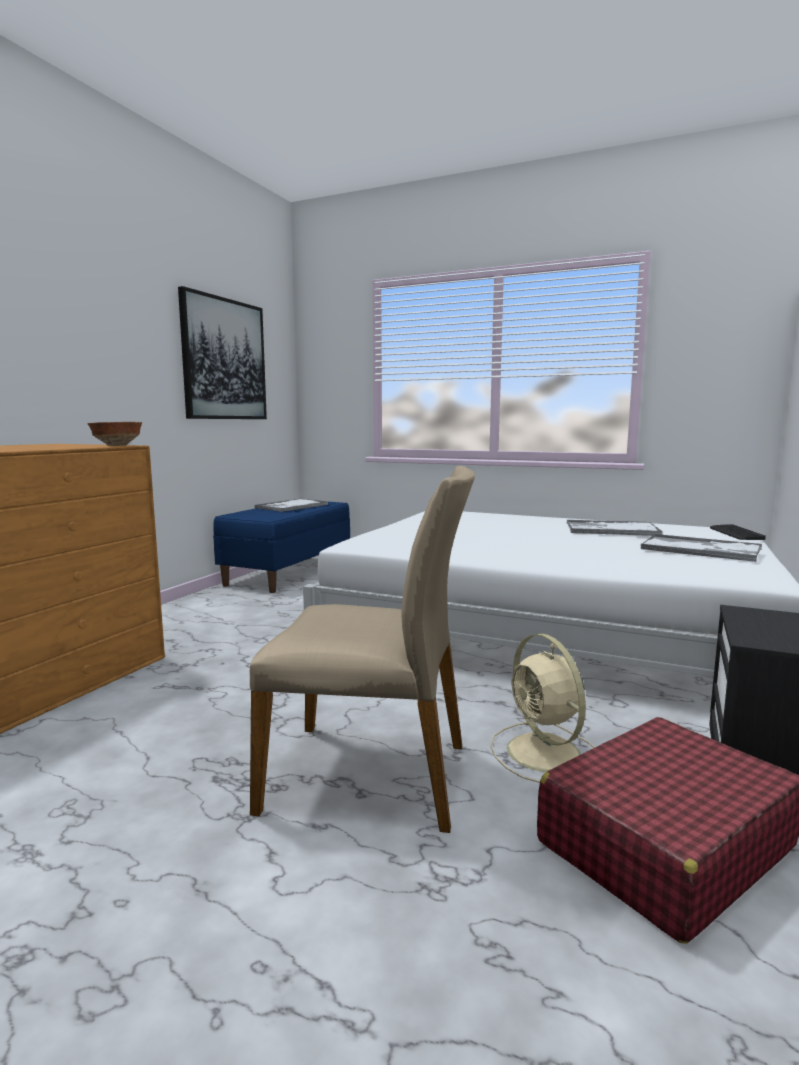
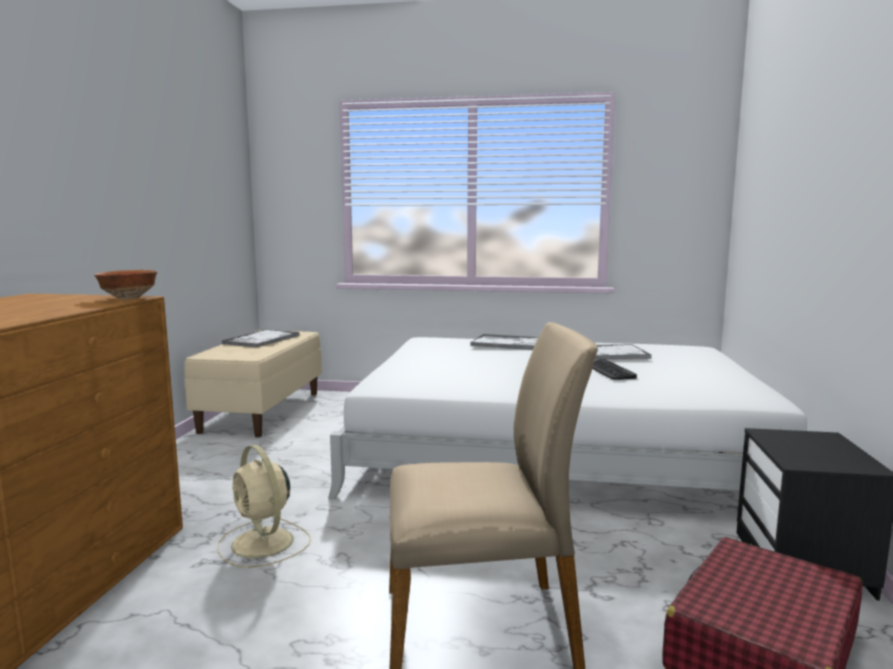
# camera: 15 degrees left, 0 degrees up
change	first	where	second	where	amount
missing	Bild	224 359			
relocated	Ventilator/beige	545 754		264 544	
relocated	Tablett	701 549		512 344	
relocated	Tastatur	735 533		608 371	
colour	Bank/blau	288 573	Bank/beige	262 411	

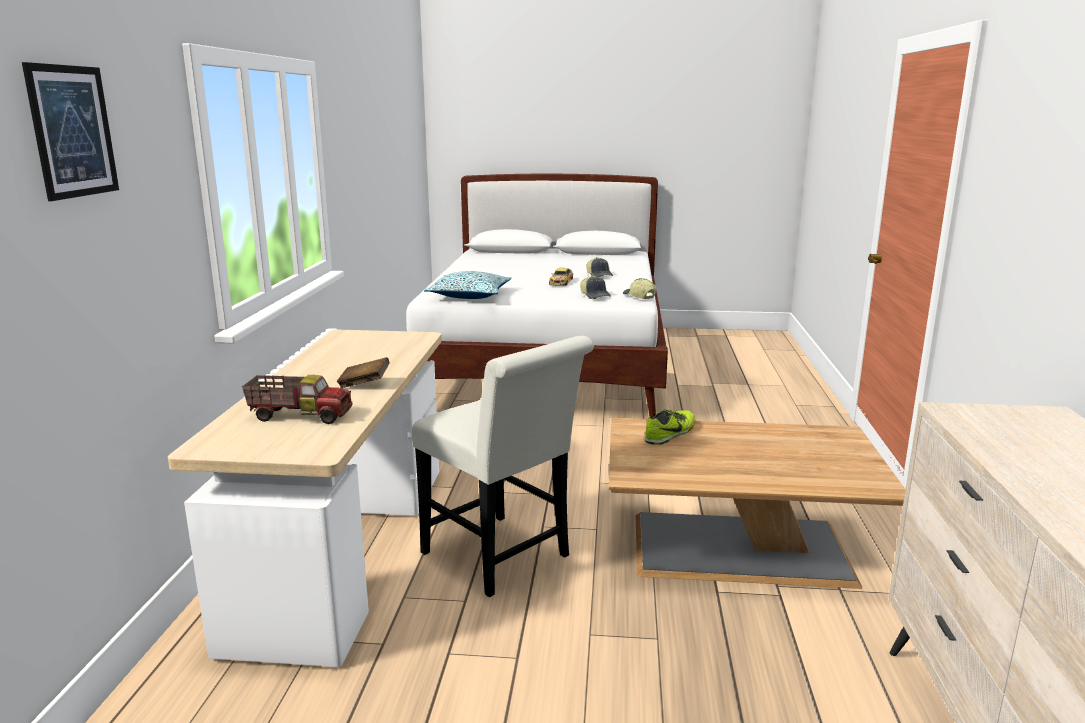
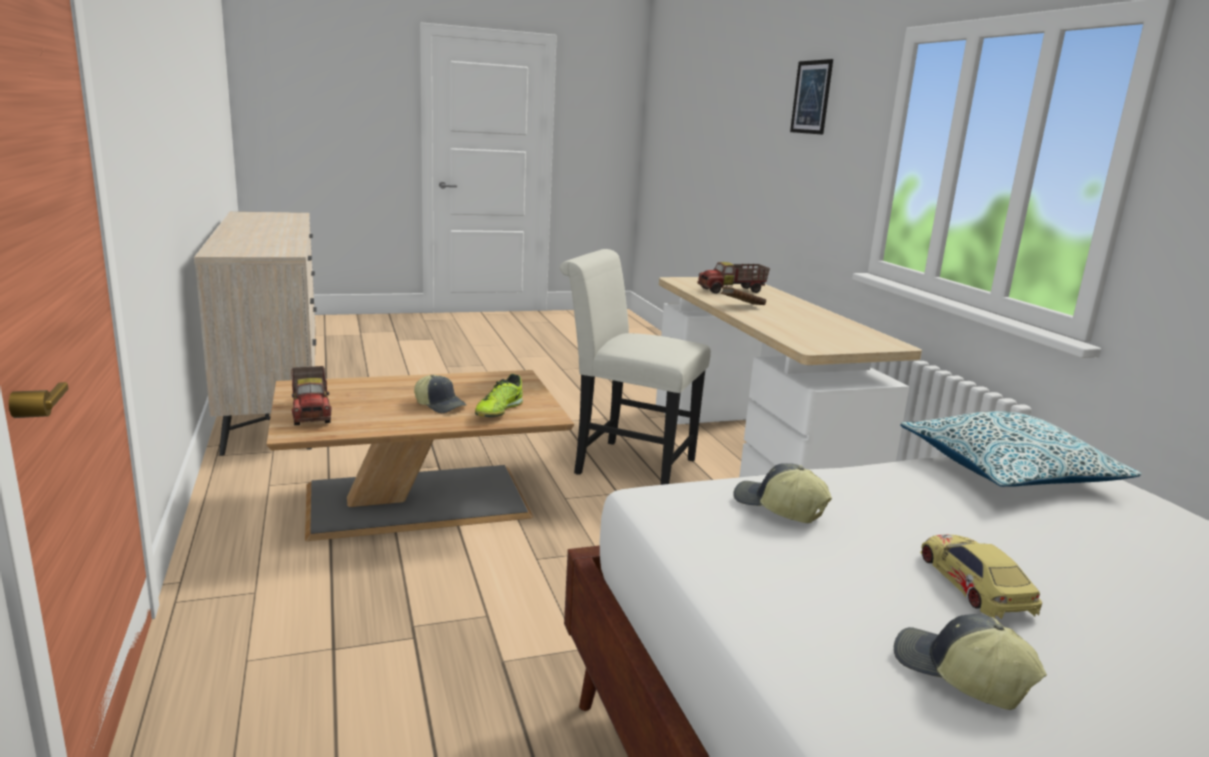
# camera: 155 degrees right, 0 degrees up
change	first	where	second	where	amount
appeared			Spielzeuglaster	312 411	
relocated	Kappe	638 296		440 405	

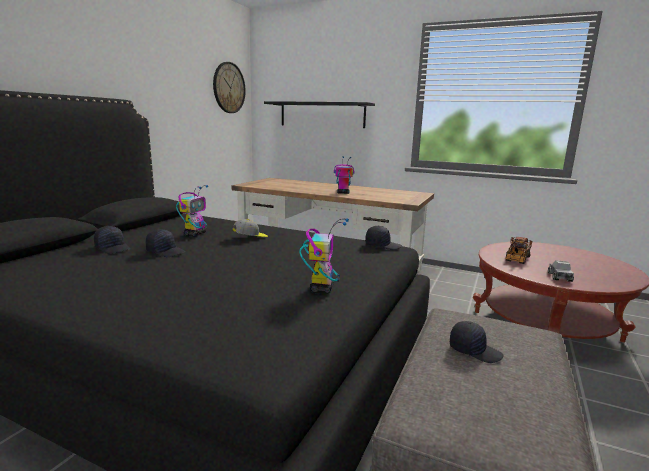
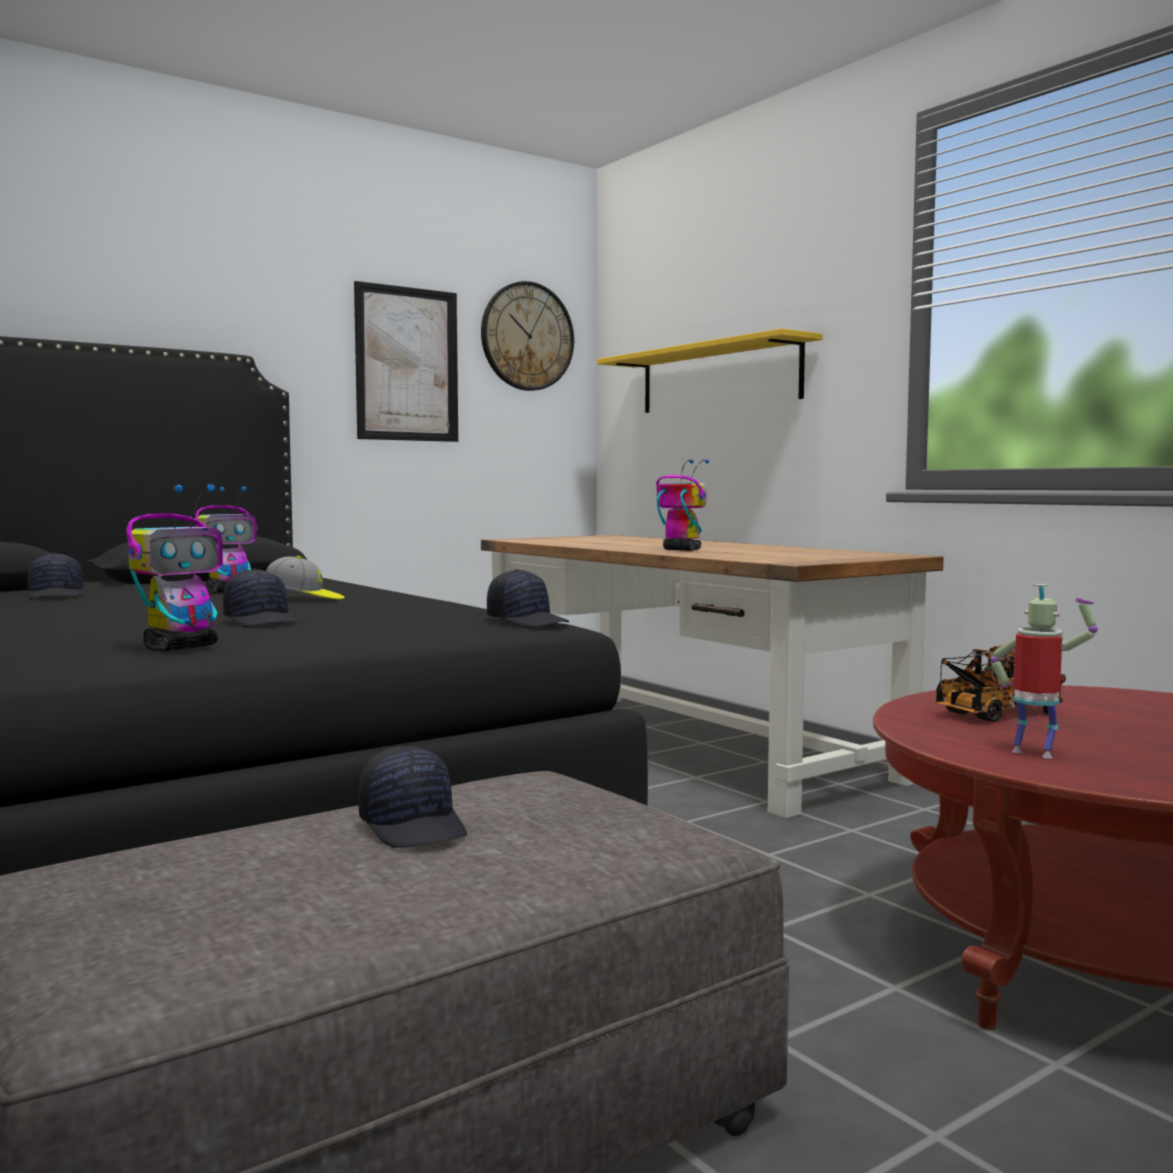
# camera: 30 degrees right, 10 degrees down
change	first	where	second	where	amount
appeared			Bild	407 364	
relocated	Kappe/schwarz	166 251		262 621	
exchanged	Spielzeuglaster	559 277	Spielzeugroboter	1035 753	
colour	Wandregal/schwarz	322 114	Wandregal/gelb	718 377	

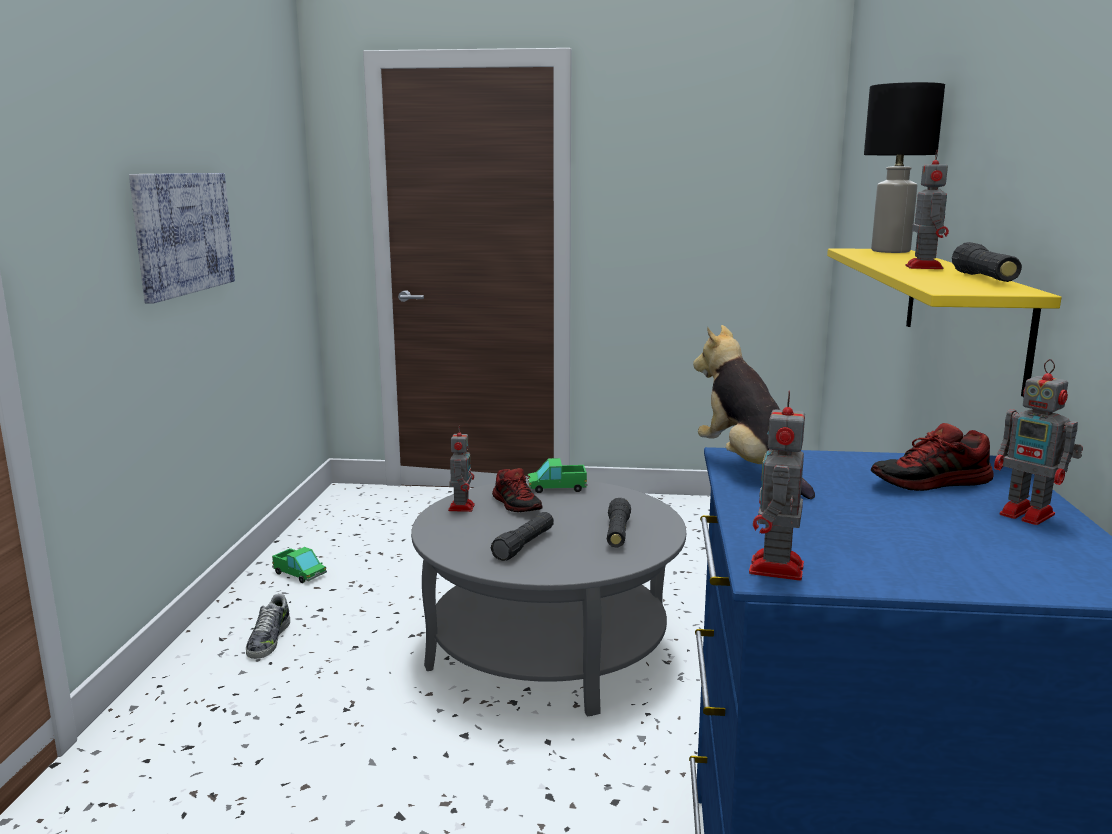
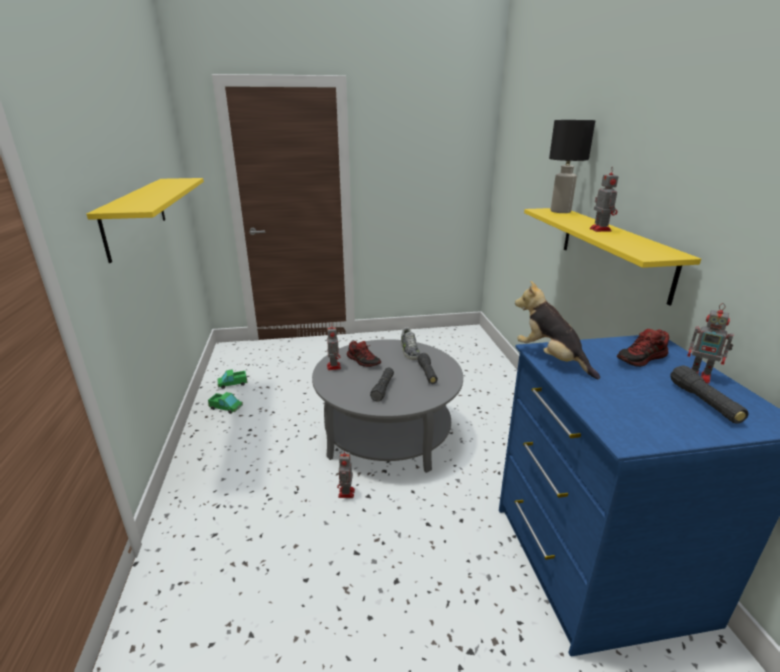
# camera: 15 degrees left, 10 degrees up
change	first	where	second	where	amount
relocated	Schuh	268 639		409 351	
relocated	Spielzeuglaster	557 487		232 383	
relocated	Spielzeugroboter	776 569		346 494	
relocated	Taschenlampe/schwarz	984 279		704 402	
exchanged	Bild	183 233	Wandregal/gelb	135 215	

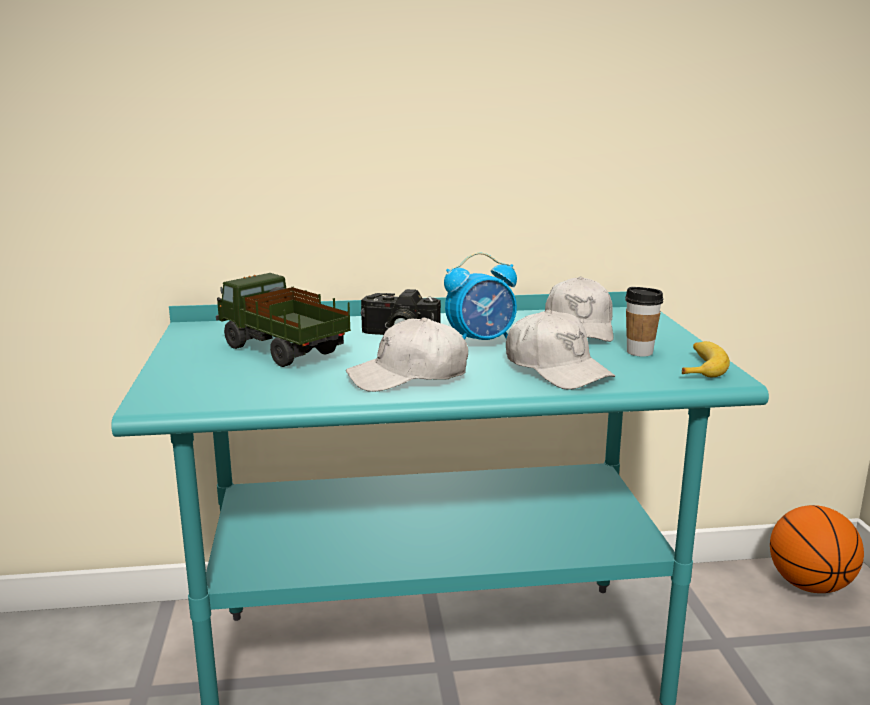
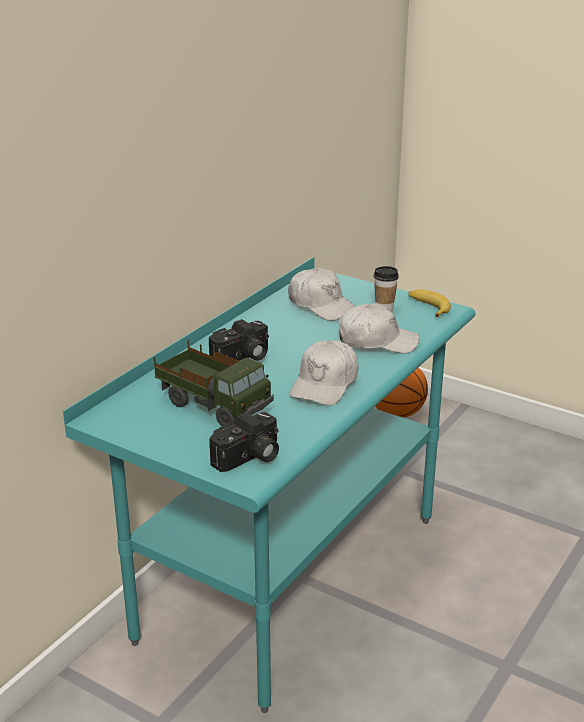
# camera: 50 degrees left, 10 degrees up
change	first	where	second	where	amount
missing	Wecker	481 342			
appeared			Kamera	249 458	
spun	Spielzeuglaster	282 352		214 406	135 degrees counterclockwise

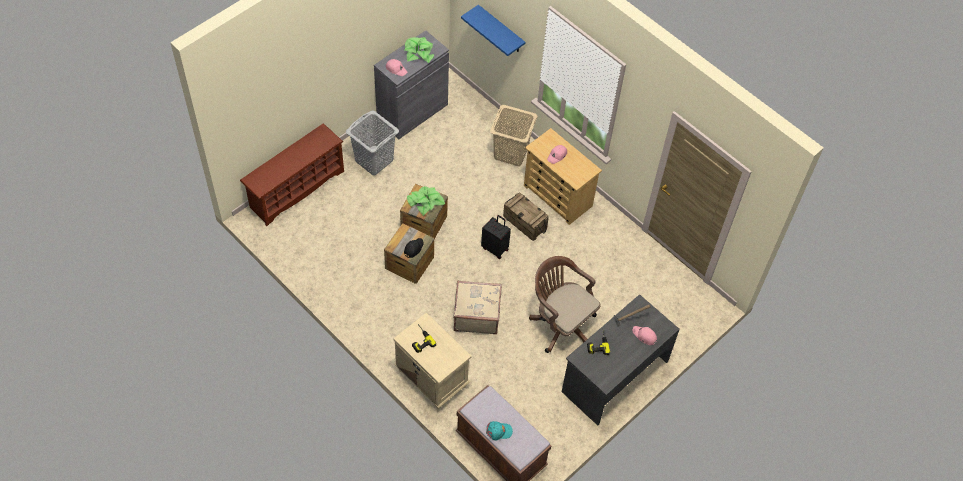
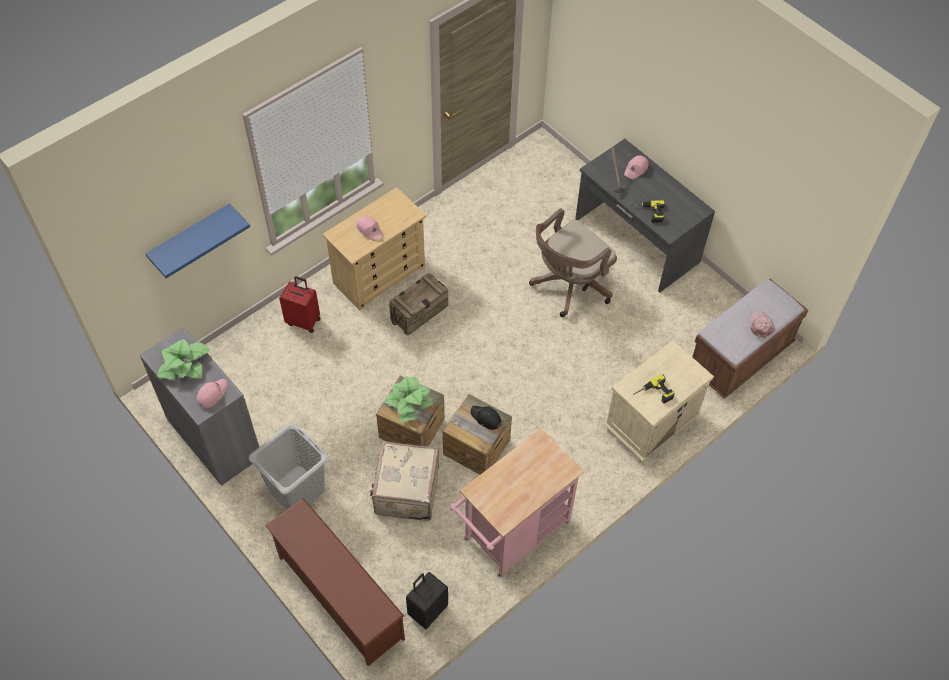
# camera: 85 degrees left, 0 degrees up
change	first	where	second	where	amount
appeared			Rollwagen/rosa	512 535	
relocated	Koffer/beige	476 315		405 491	
relocated	Koffer/schwarz	495 248		427 610	
exchanged	Wäschekorb/beige	511 153	Koffer/rot	304 321	
colour	Kappe/türkis	498 431	Kappe/rosa	760 325	

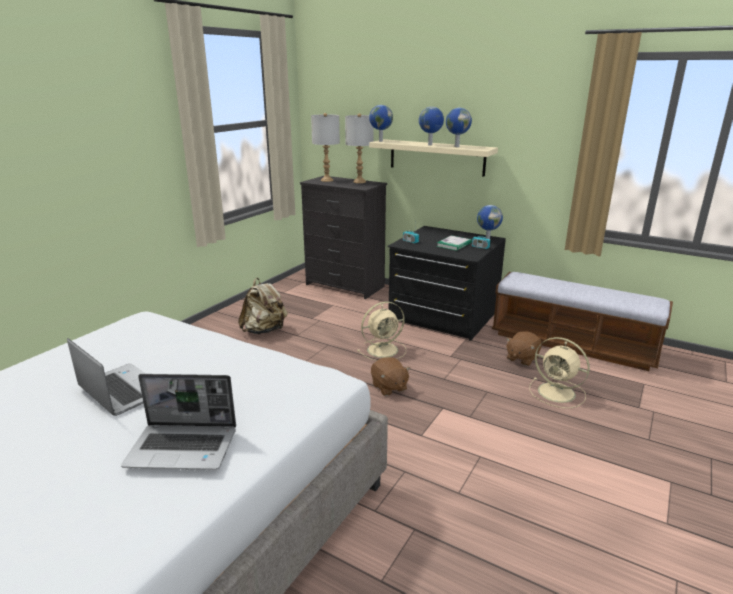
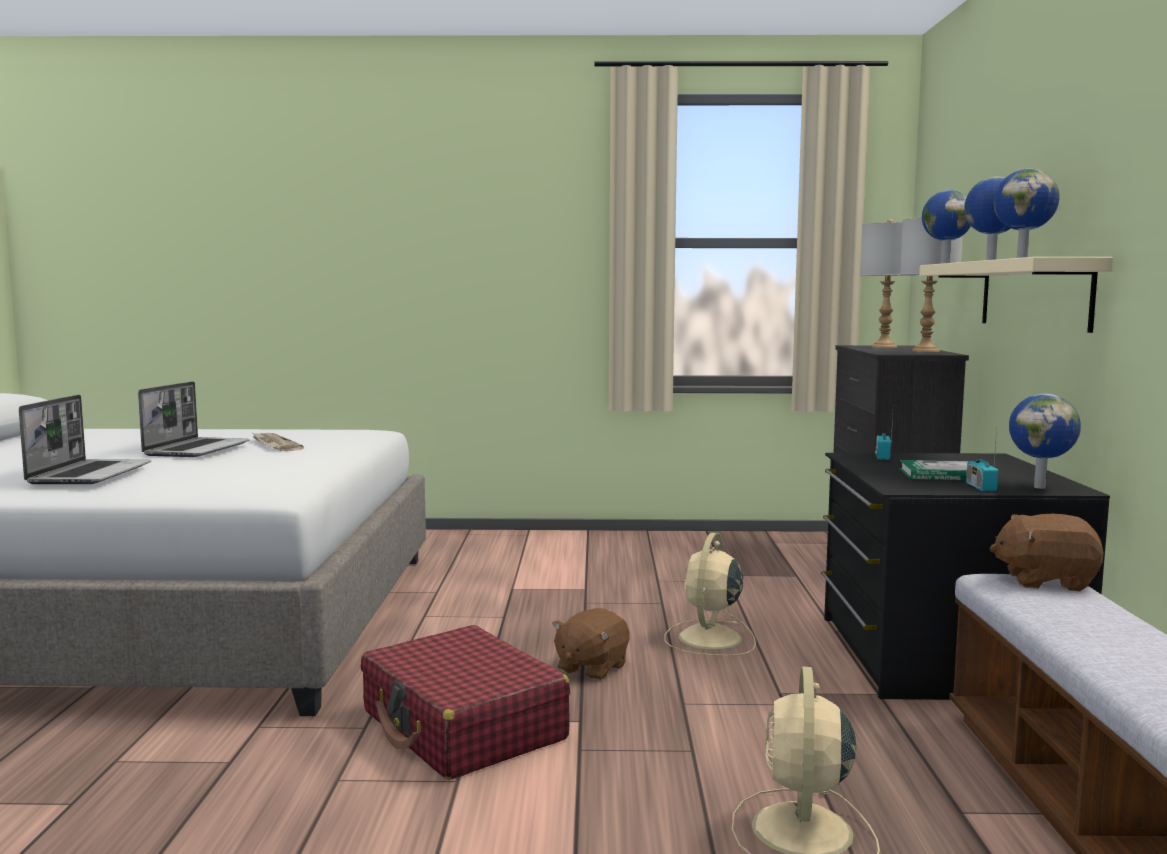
# camera: 60 degrees right, 15 degrees down
change	first	where	second	where	amount
missing	Rucksack/beige	264 330			
appeared			Zeitung	274 444	
appeared			Koffer/rot	463 726	
relocated	Plüschtier/braun	521 358		1045 581	
spun	Laptop	184 447		90 474	150 degrees counterclockwise
spun	Ventilator/beige	384 349		709 639	75 degrees clockwise

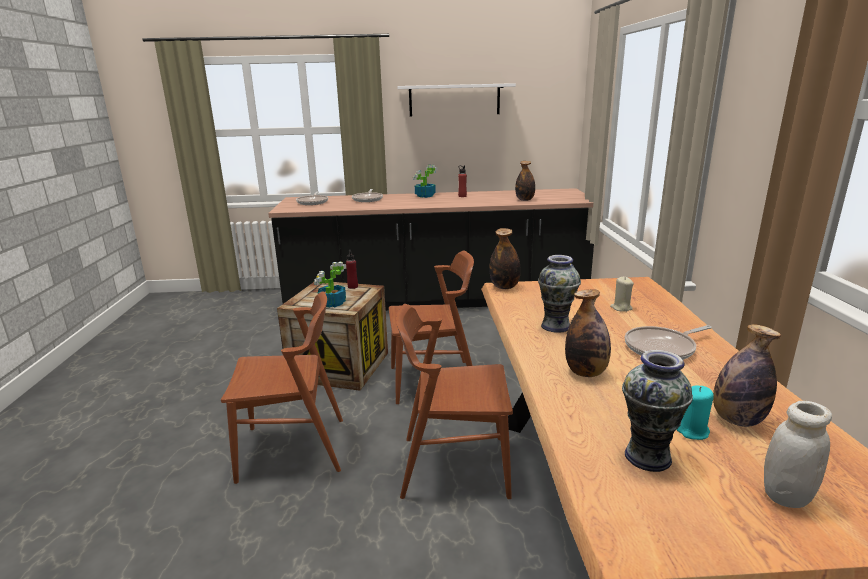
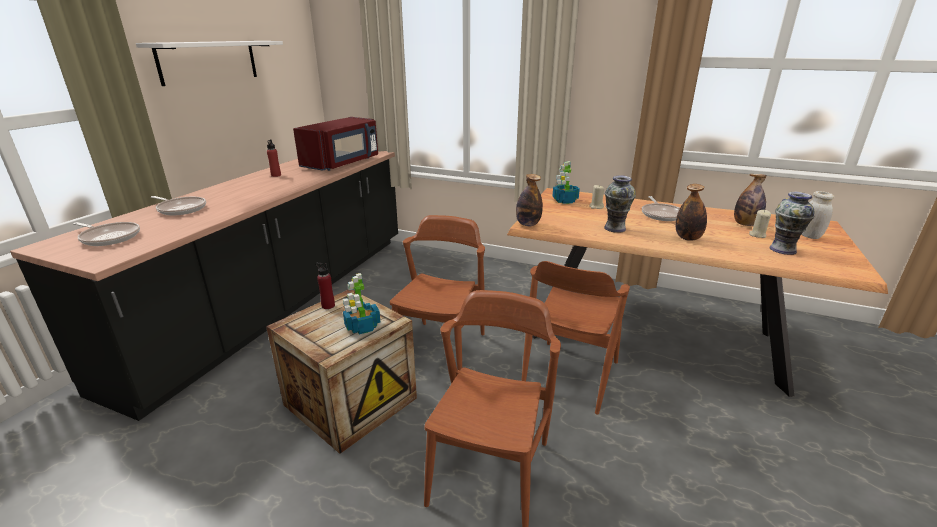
# camera: 65 degrees left, 5 degrees up
change	first	where	second	where	amount
relocated	Topfpflanze	424 196		564 201	
exchanged	Flasche	524 200	Mikrowelle/rot	342 163	
colour	Kerze/türkis	692 431	Kerze/beige	757 235	

